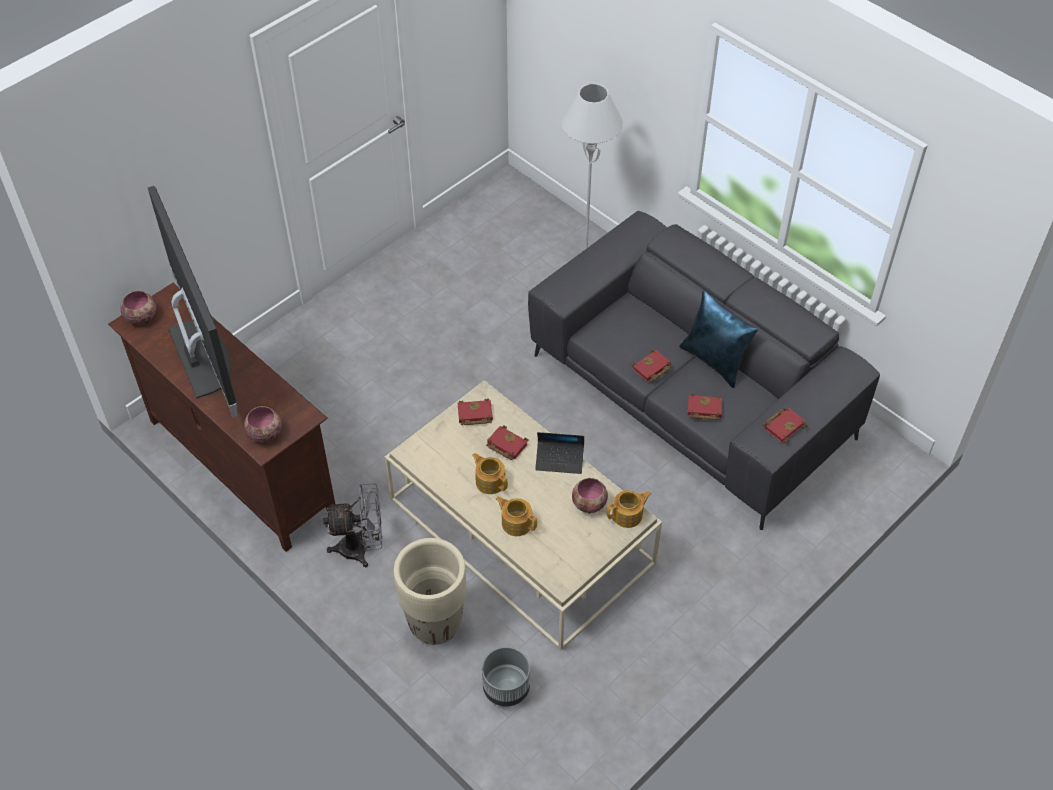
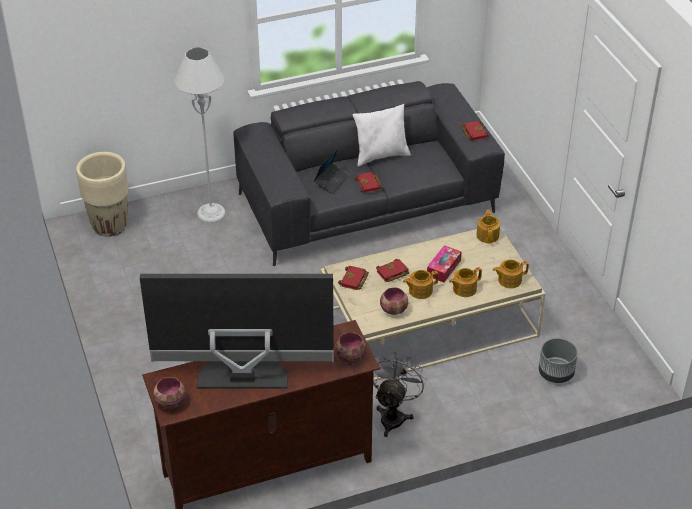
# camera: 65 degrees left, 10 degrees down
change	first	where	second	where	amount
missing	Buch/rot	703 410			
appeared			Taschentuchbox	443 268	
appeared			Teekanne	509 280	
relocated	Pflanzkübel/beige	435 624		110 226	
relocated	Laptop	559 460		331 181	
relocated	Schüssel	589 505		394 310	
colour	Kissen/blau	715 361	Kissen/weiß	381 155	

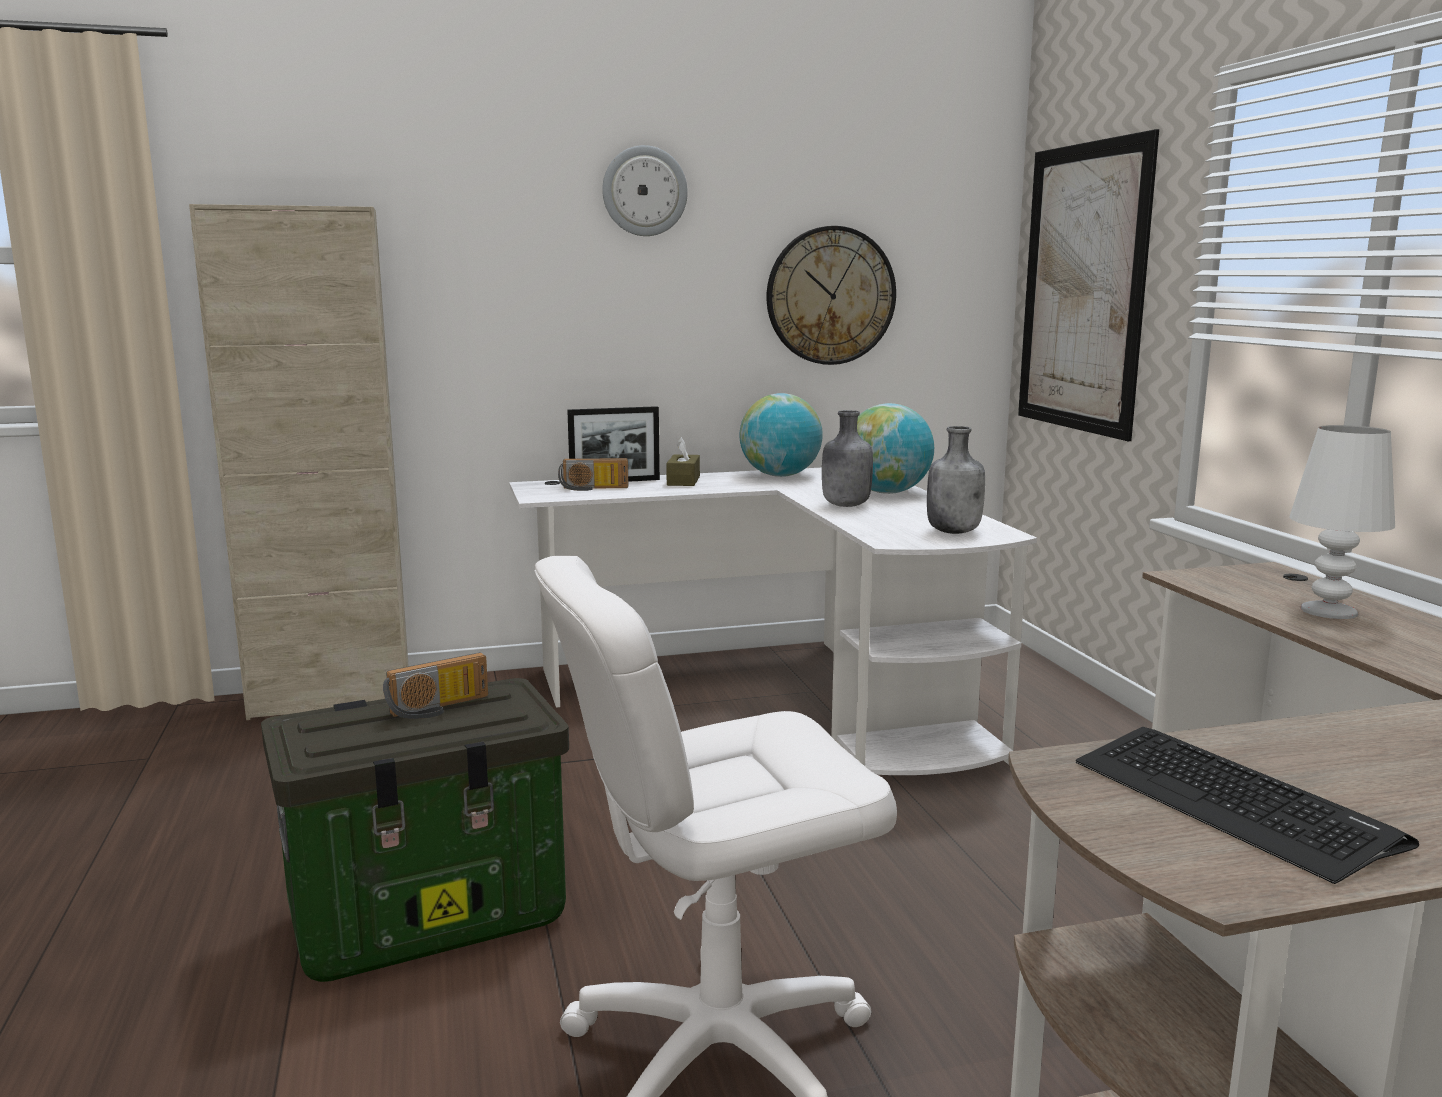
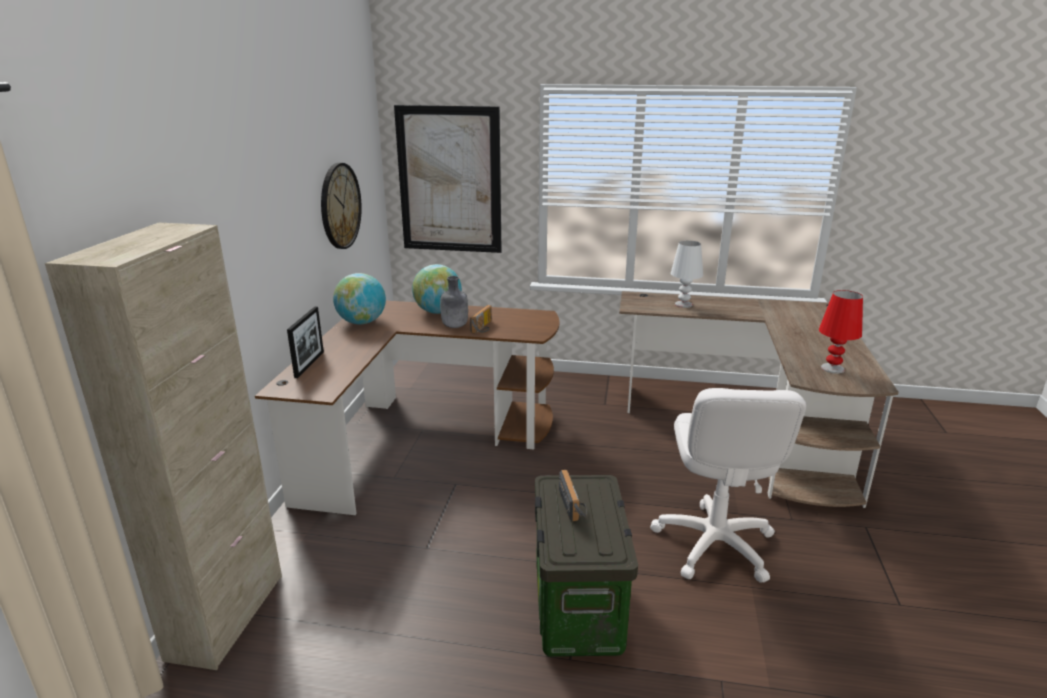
# camera: 65 degrees left, 10 degrees up
change	first	where	second	where	amount
missing	Wanduhr	644 191			
missing	Taschentuchbox/braun	683 481			
missing	Flasche/grau	954 532			
relocated	Radio	593 489		484 327	
exchanged	Tastatur	1231 802	Tischlampe/rot	832 368	
colour	Schreibtisch/weiß	785 695	Schreibtisch/braun	420 438	

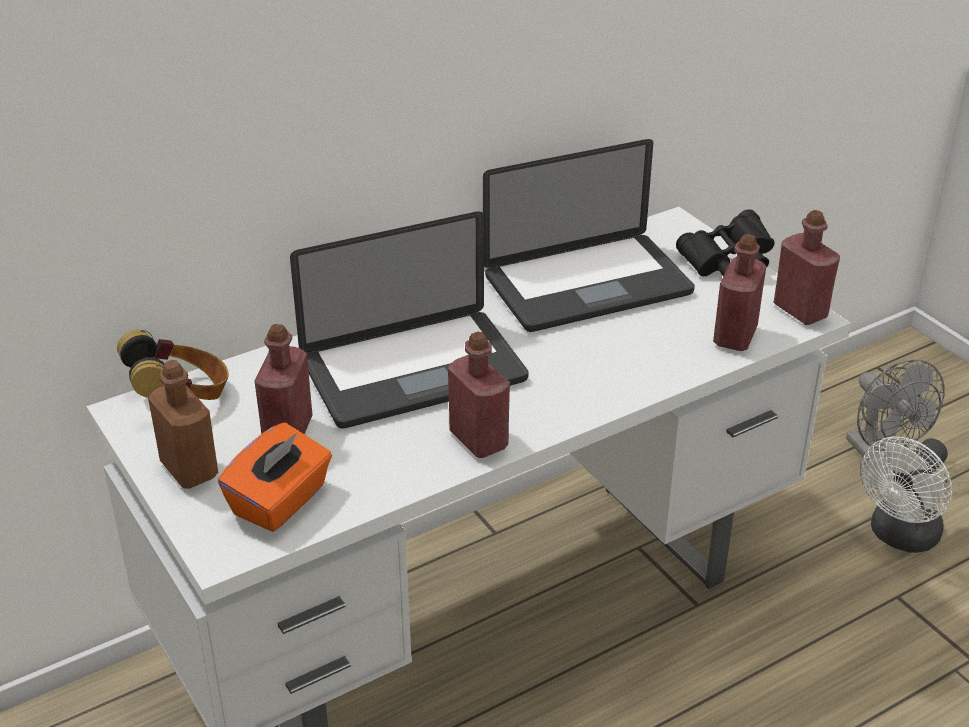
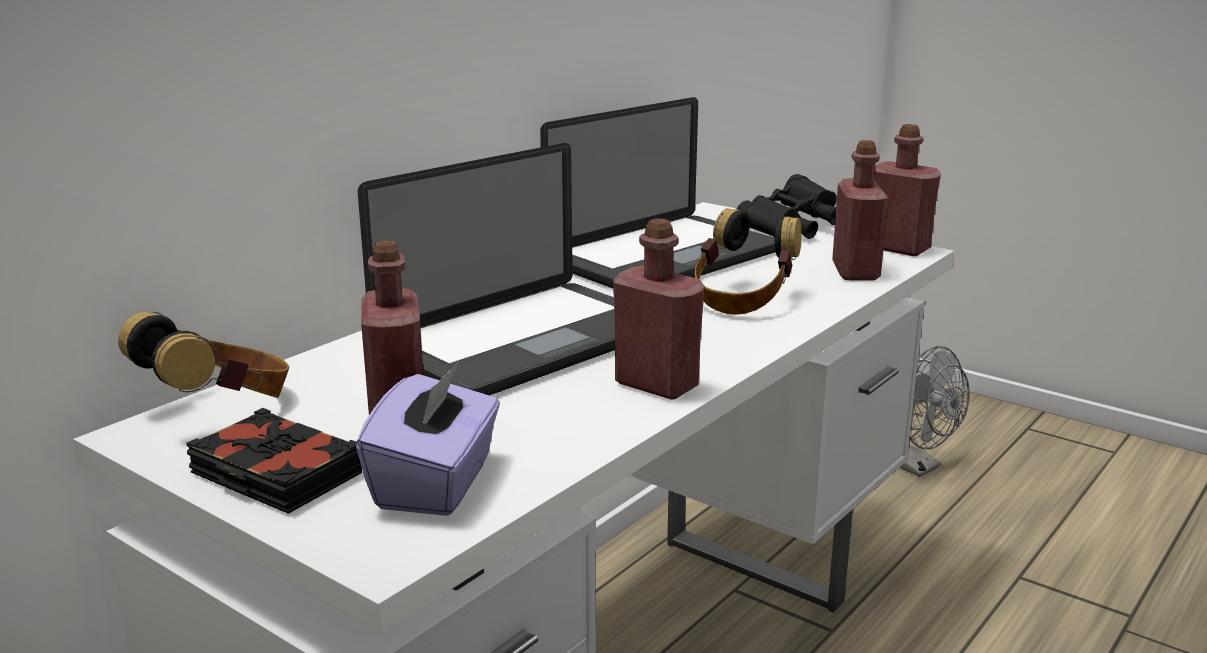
# camera: 20 degrees left, 15 degrees down
change	first	where	second	where	amount
missing	Ventilator/weiß	900 536			
appeared			Kopfhörer	743 300	
exchanged	Flasche/braun	189 469	Buch/schwarz	275 475	
colour	Taschentuchbox/orange	280 501	Taschentuchbox/lila	436 483	

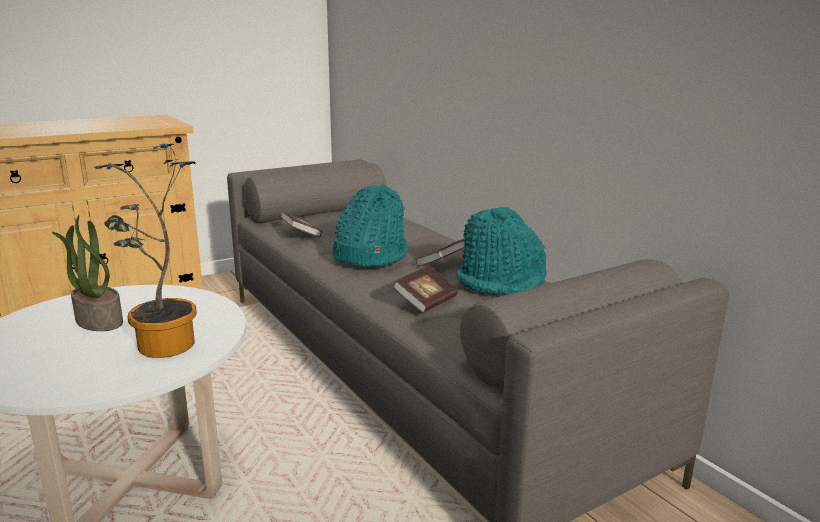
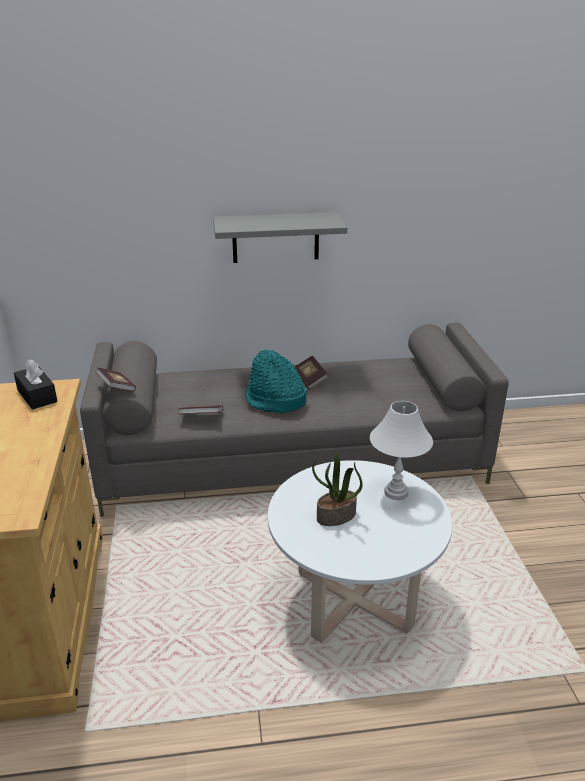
# camera: 65 degrees left, 10 degrees up
change	first	where	second	where	amount
missing	Hut/türkis	502 281			
appeared			Taschentuchbox/schwarz	37 396	
appeared			Wandregal/grau	275 237	
relocated	Buch	426 302		116 388	
exchanged	Topfpflanze	163 350	Tischlampe/weiß	396 493	

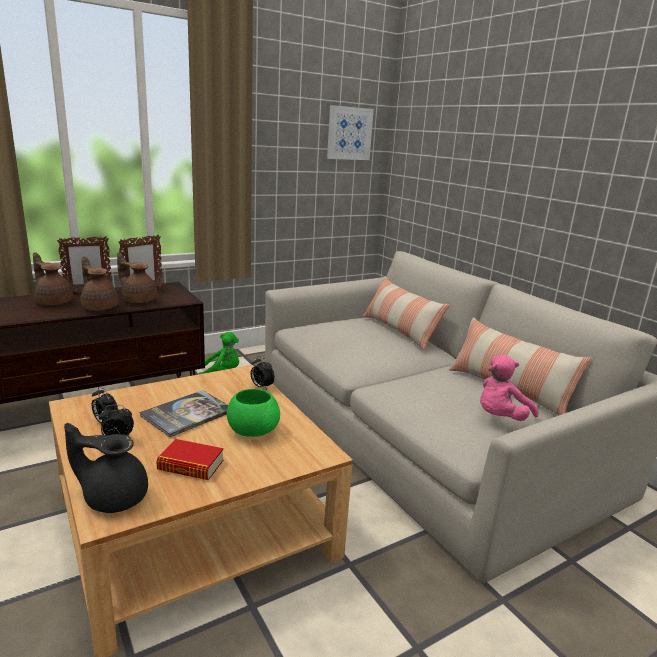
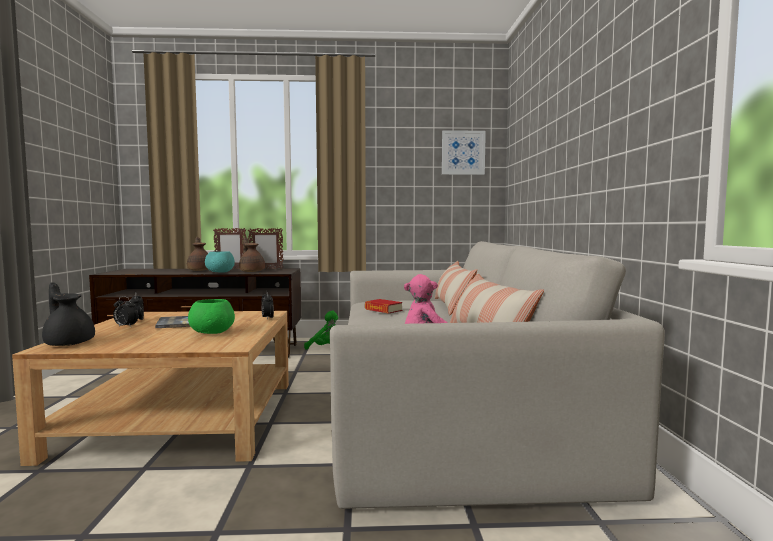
# camera: 30 degrees right, 15 degrees down
change	first	where	second	where	amount
relocated	Buch	191 465		383 310	
exchanged	Teekanne/braun	99 307	Schüssel/türkis	220 272	

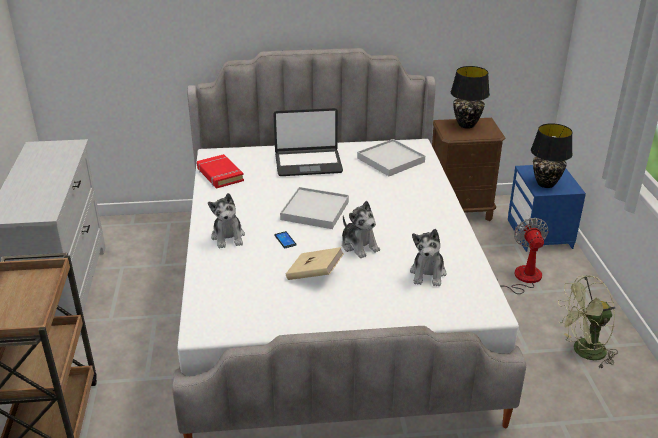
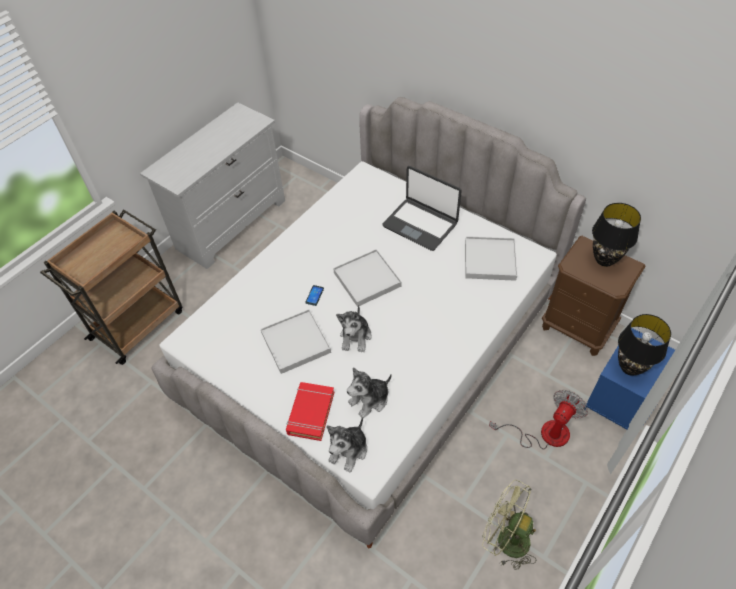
# camera: 45 degrees right, 20 degrees up
change	first	where	second	where	amount
relocated	Buch/rot	220 175		310 413	
relocated	Plüschtier	228 237		349 450	
exchanged	Buch/beige	314 274	Tablett/weiß	296 342	

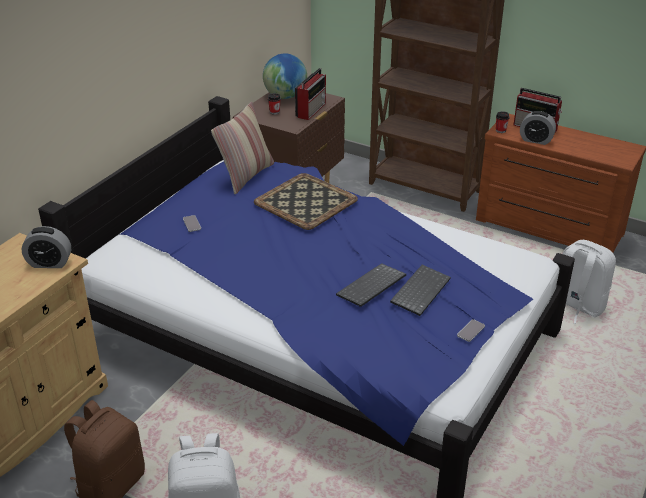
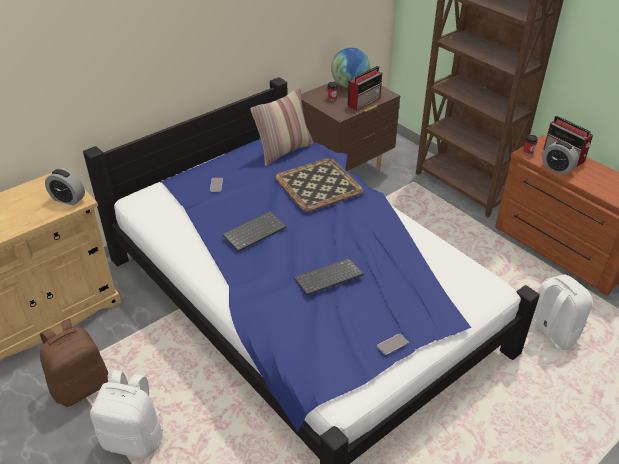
# camera: 20 degrees right, 5 degrees up
change	first	where	second	where	amount
relocated	Tastatur	419 290		254 231	

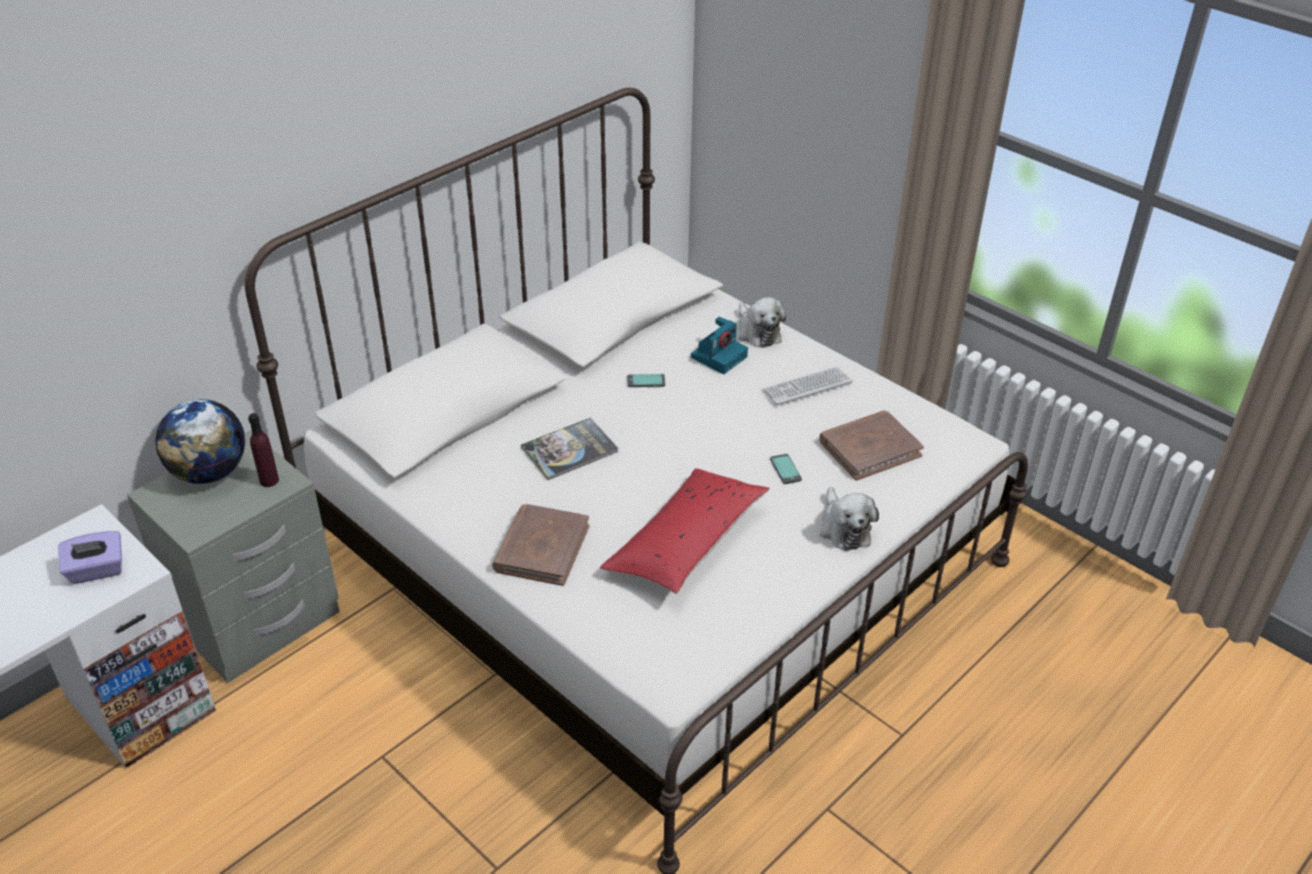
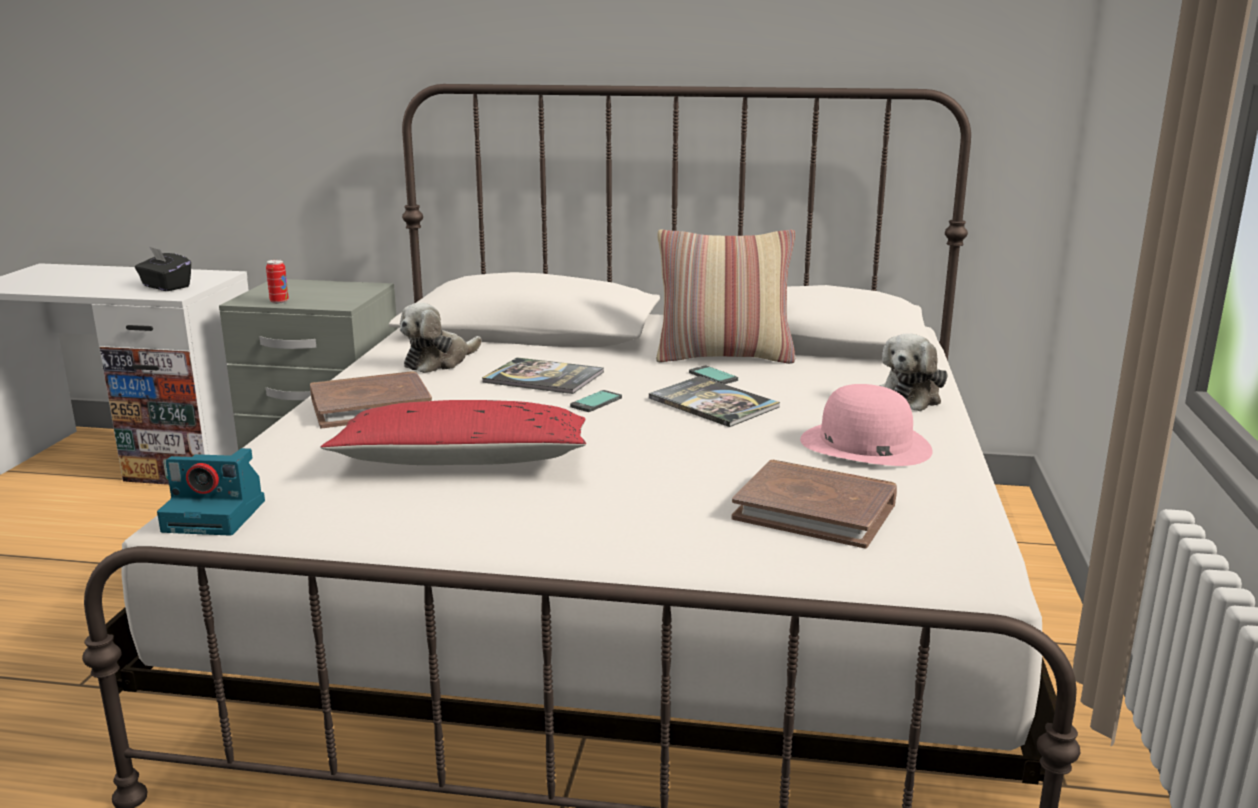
# camera: 55 degrees right, 20 degrees down
change	first	where	second	where	amount
missing	Globus	209 473			
missing	Flasche/lila	269 480			
appeared			Dose	279 302	
appeared			Buch	713 403	
appeared			Kissen	724 357	
relocated	Kamera	719 356		217 515	
relocated	Handy	785 469		596 402	
relocated	Plüschtier	844 528		439 362	
exchanged	Tastatur	806 387	Hut/rosa	864 444	
colour	Taschentuchbox/lila	97 571	Taschentuchbox/schwarz	165 287	

